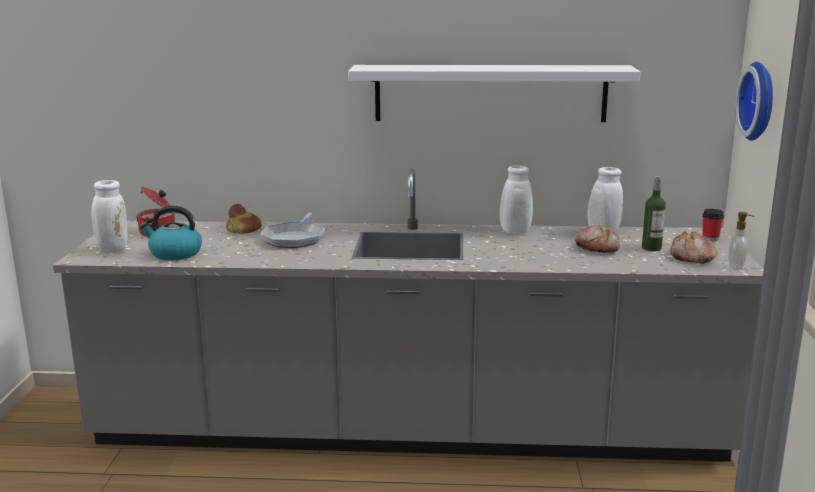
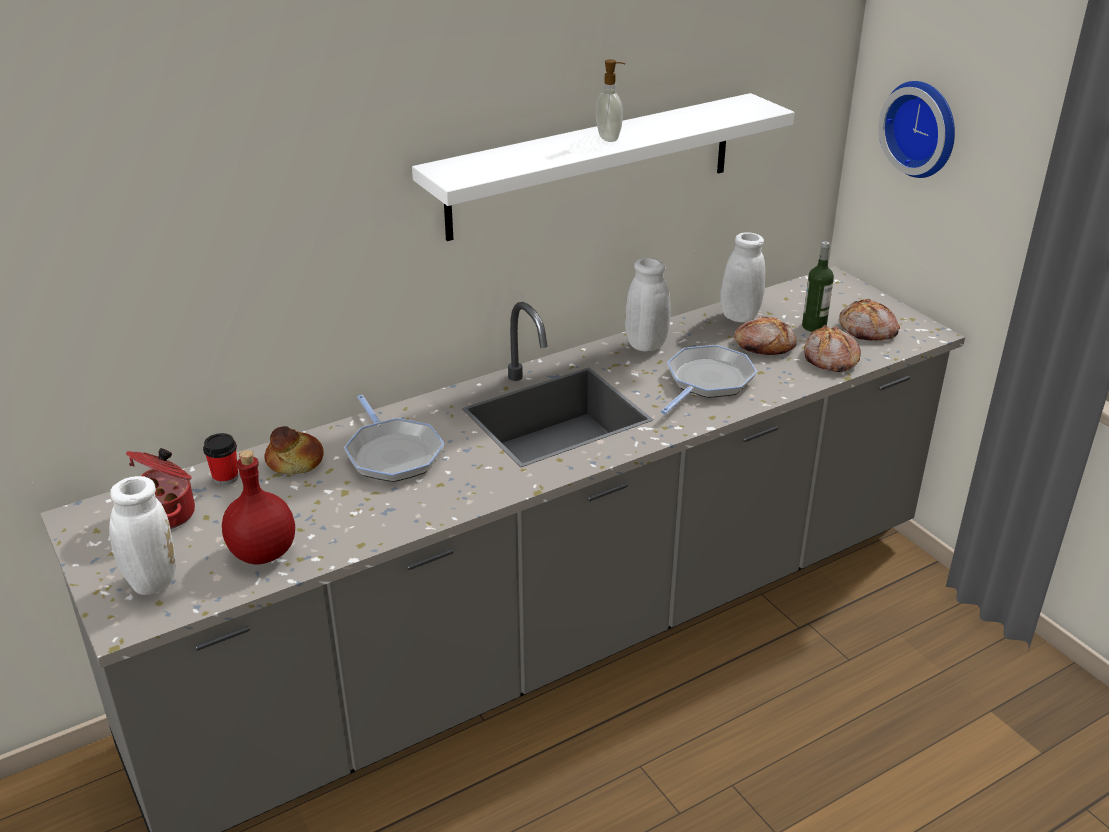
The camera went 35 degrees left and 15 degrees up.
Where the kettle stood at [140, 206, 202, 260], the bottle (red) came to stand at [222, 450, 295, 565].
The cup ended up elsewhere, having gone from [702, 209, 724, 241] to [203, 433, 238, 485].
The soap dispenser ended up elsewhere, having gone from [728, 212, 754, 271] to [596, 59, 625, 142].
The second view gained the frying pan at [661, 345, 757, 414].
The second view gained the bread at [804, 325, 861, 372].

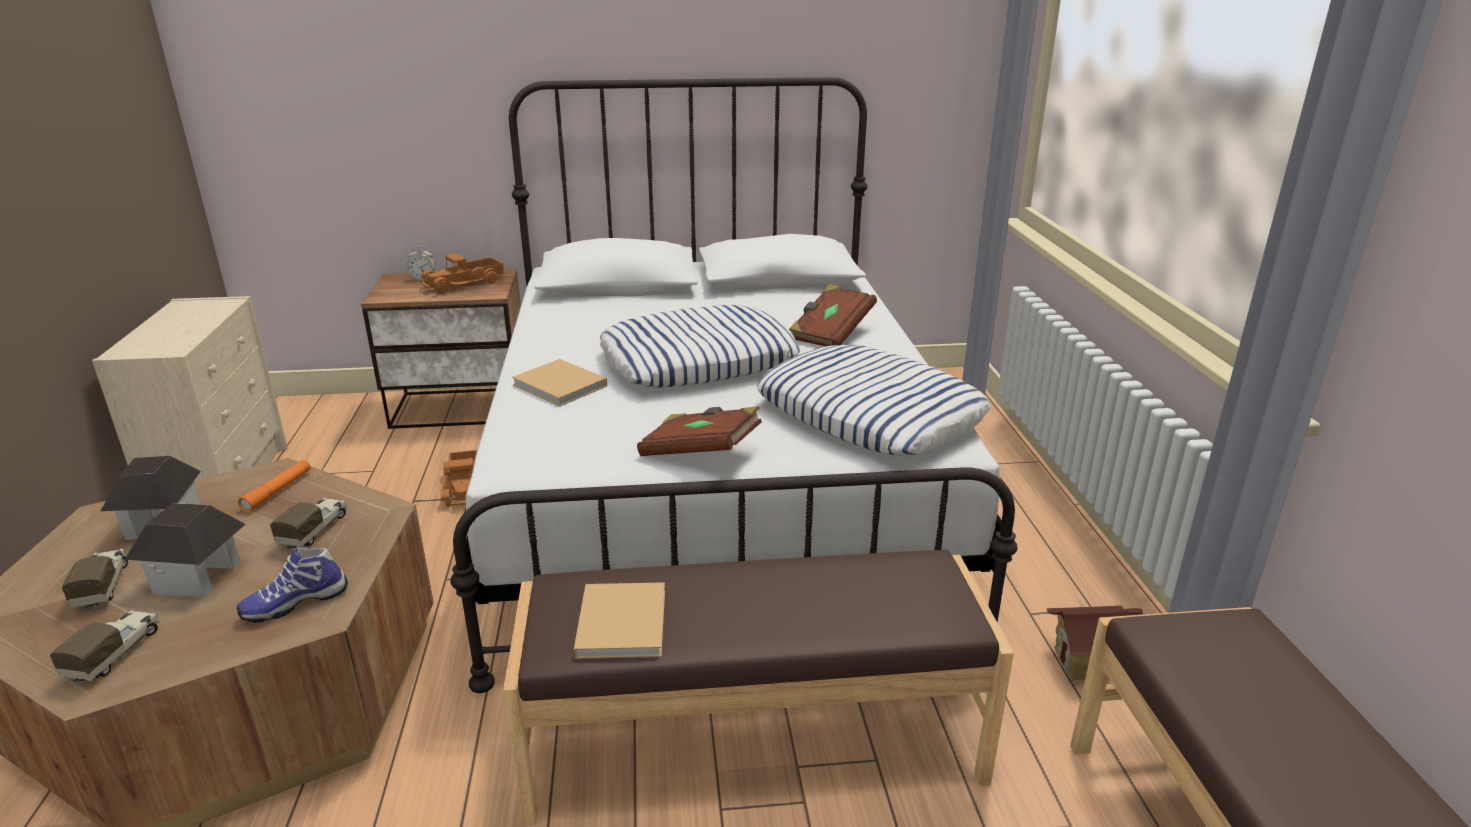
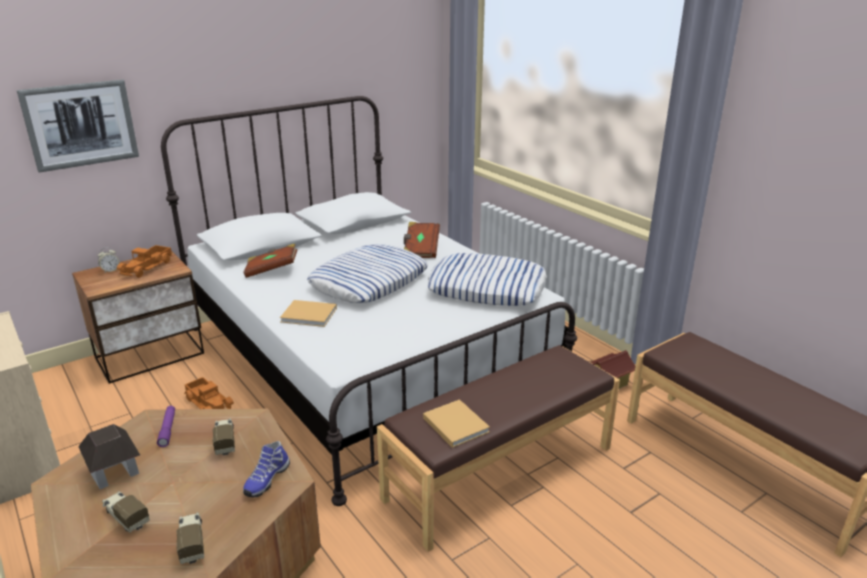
The camera went 30 degrees left and 0 degrees up.
The second view lost the toy house at [125, 503, 245, 597].
What was the flashlight (orange) at [238, 460, 311, 512] turned into the flashlight (purple) at [157, 406, 175, 447].
The book (brown) ended up elsewhere, having gone from [637, 406, 762, 456] to [244, 243, 297, 278].
The second view gained the picture at [17, 79, 139, 173].

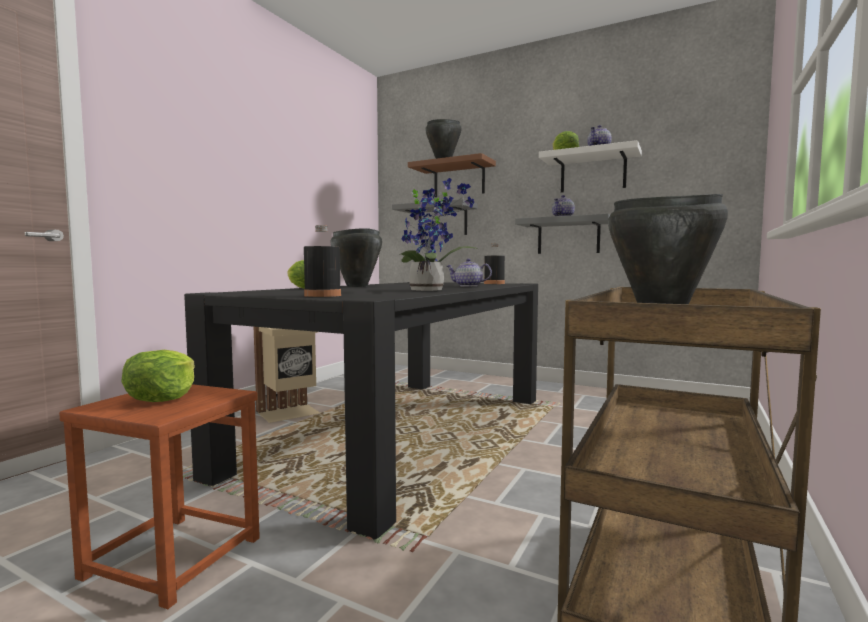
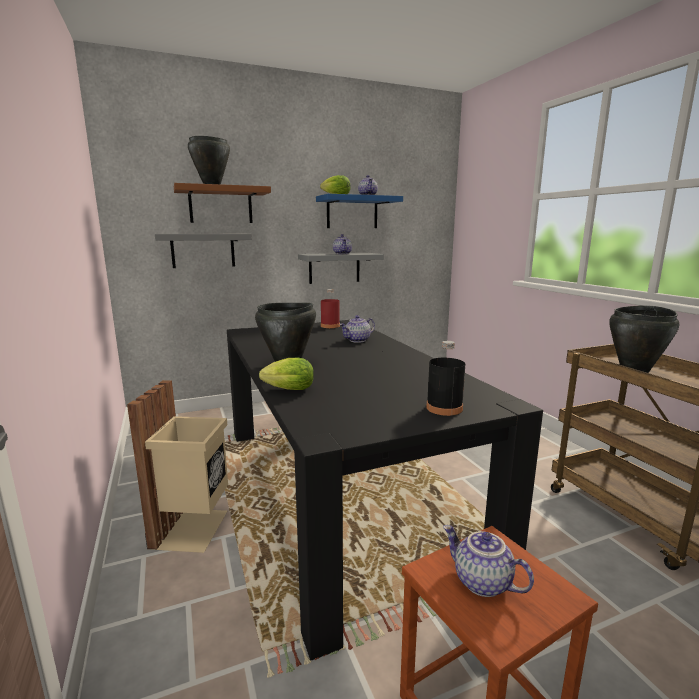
The camera went 50 degrees left and 10 degrees up.
Where the lettuce stood at [121, 350, 195, 402], the teapot came to stand at [443, 525, 534, 597].
The second view lost the potted plant at [399, 178, 477, 291].
What was the bottle (black) at [484, 243, 505, 284] turned into the bottle (red) at [321, 289, 340, 328].
What was the shelf (white) at [539, 140, 642, 193] turned into the shelf (blue) at [316, 194, 403, 228].

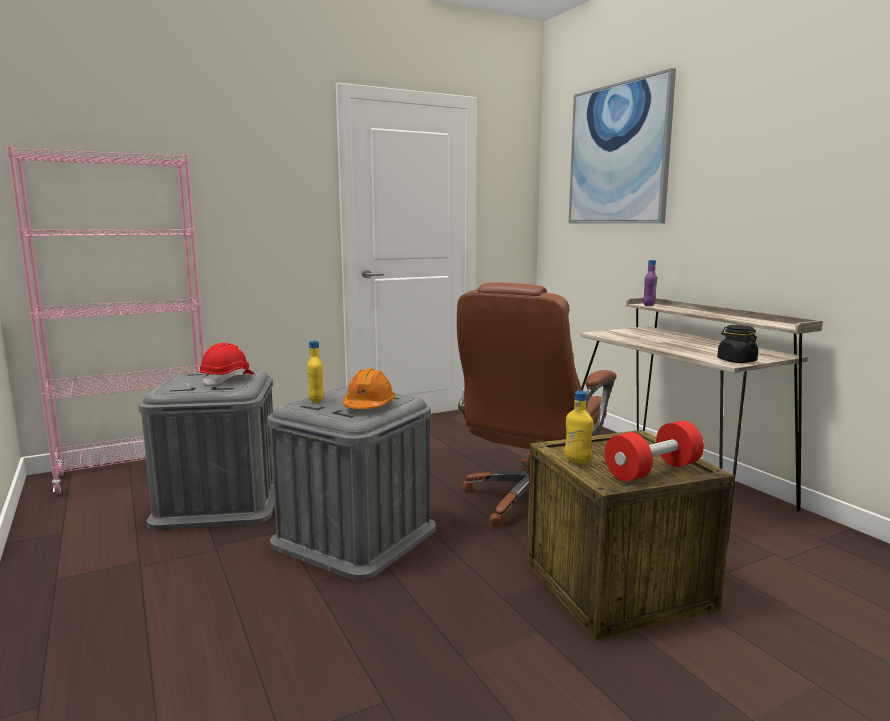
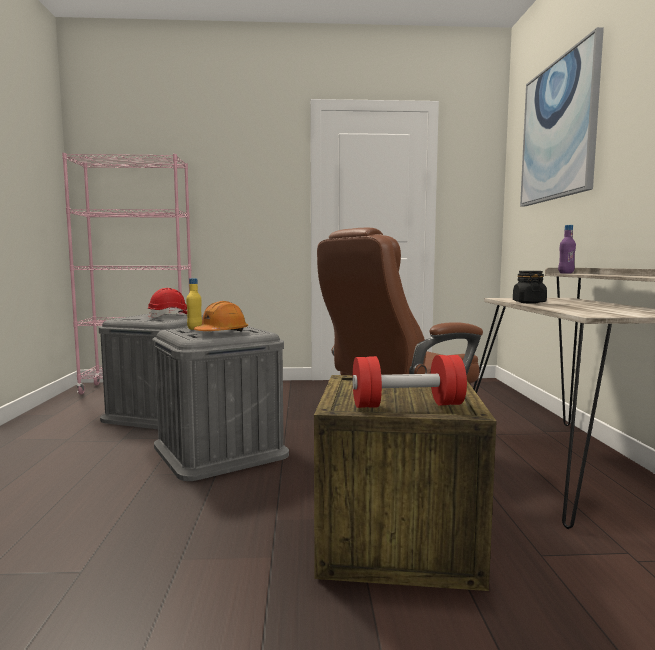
The camera went 25 degrees right and 5 degrees down.
The second view lost the bottle (yellow) at [564, 391, 594, 464].
The jar (black) ended up elsewhere, having gone from [717, 325, 758, 363] to [513, 271, 547, 304].

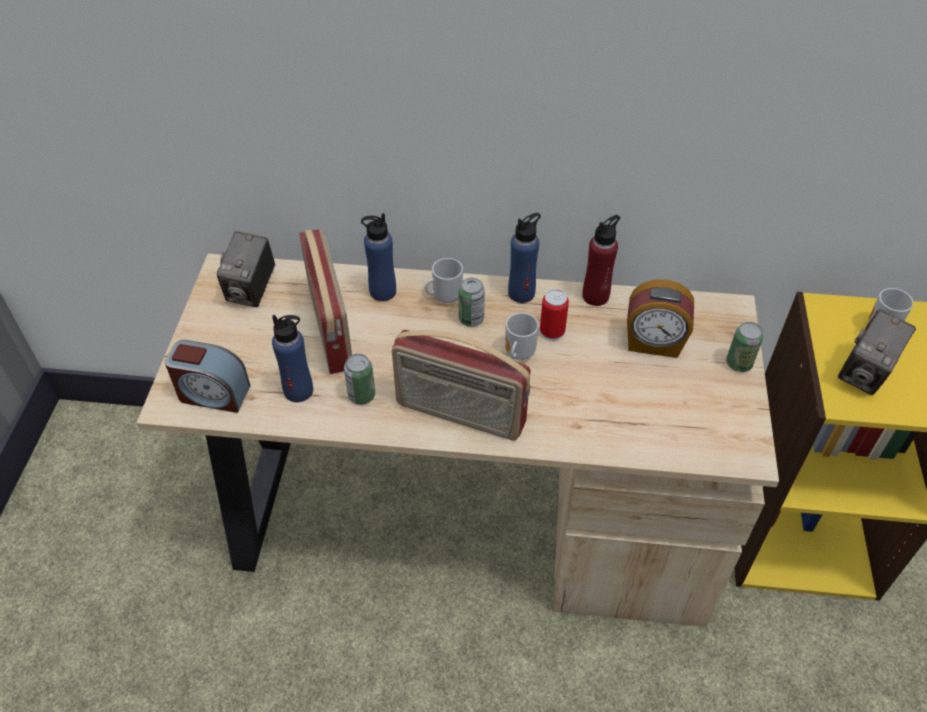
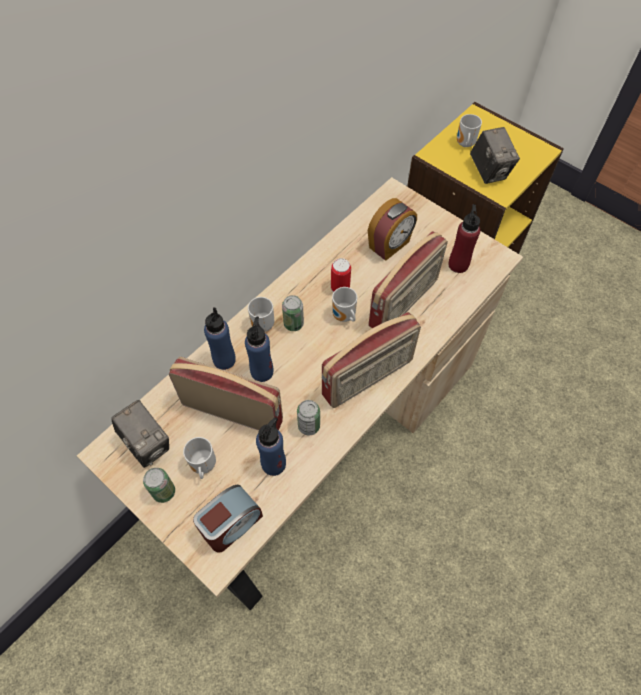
The camera went 55 degrees left and 10 degrees up.
The bottle (blue) ended up elsewhere, having gone from [508, 213, 541, 303] to [245, 317, 273, 382].
The bottle (red) ended up elsewhere, having gone from [582, 215, 620, 306] to [448, 204, 480, 273].
The can ended up elsewhere, having gone from [726, 322, 763, 372] to [143, 468, 175, 503].
The second view gained the mug at [183, 437, 216, 479].
The second view gained the radio at [368, 231, 448, 328].

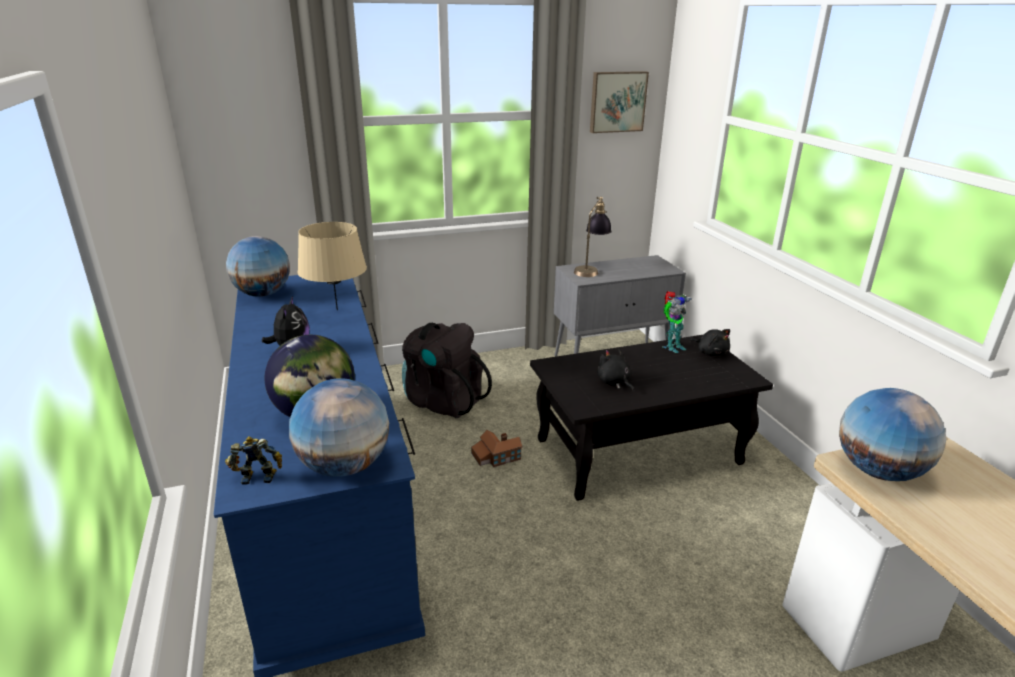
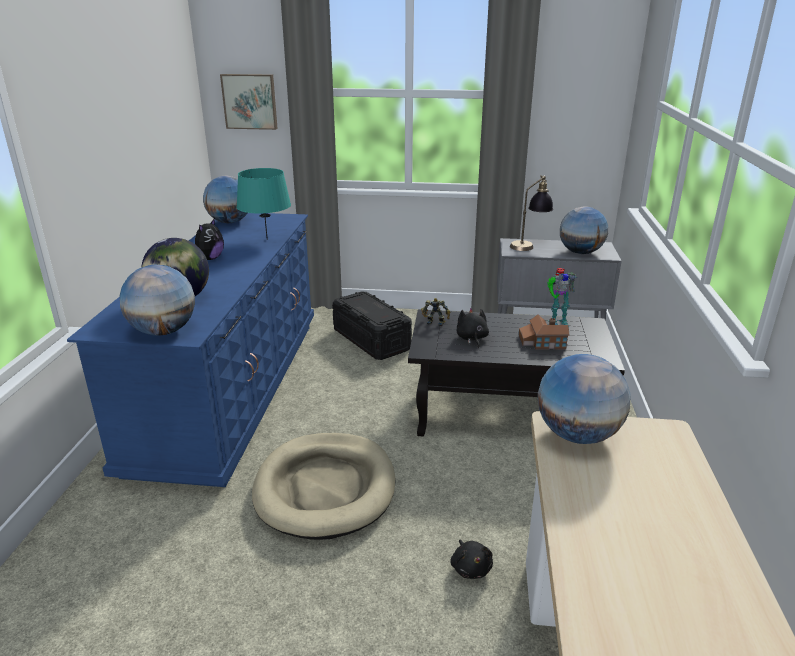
The camera went 25 degrees right and 0 degrees up.
The toy robot ended up elsewhere, having gone from [225, 436, 282, 485] to [421, 298, 451, 326].
What was the table lamp (beige) at [297, 222, 367, 310] turned into the table lamp (turquoise) at [236, 168, 291, 240].
Where the backpack (black) stood at [402, 323, 492, 418], the storage box (black) came to stand at [332, 292, 412, 360].
The toy house ended up elsewhere, having gone from [471, 430, 523, 467] to [518, 315, 569, 350].
The picture ended up elsewhere, having gone from [590, 71, 649, 133] to [220, 74, 278, 130].
The plush toy (black) ended up elsewhere, having gone from [690, 329, 730, 356] to [450, 539, 493, 579].
The second view gained the dog bed (beige) at [252, 433, 395, 540].
The second view gained the globe at [560, 206, 608, 254].

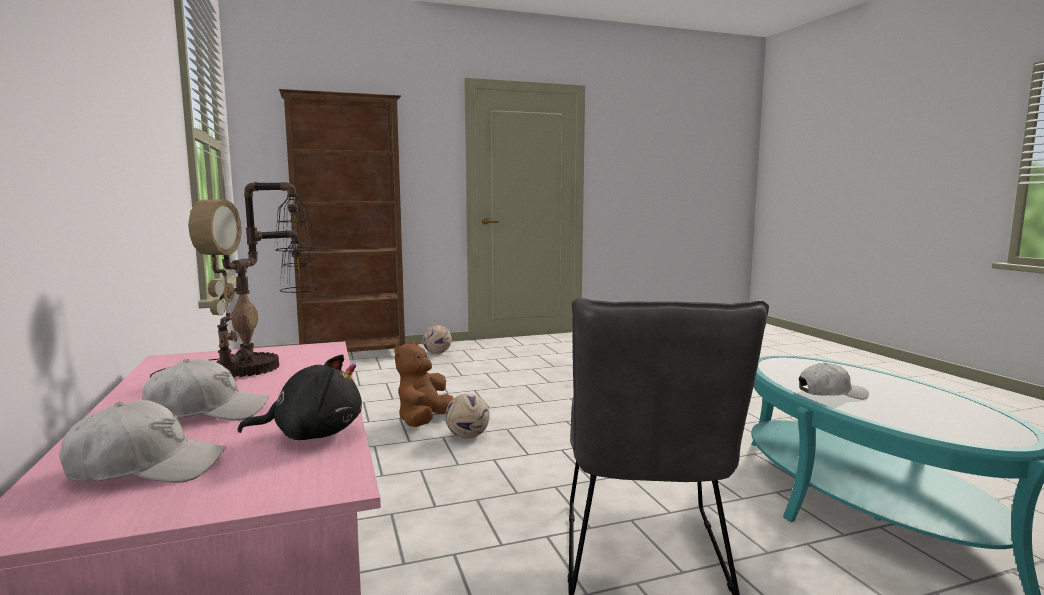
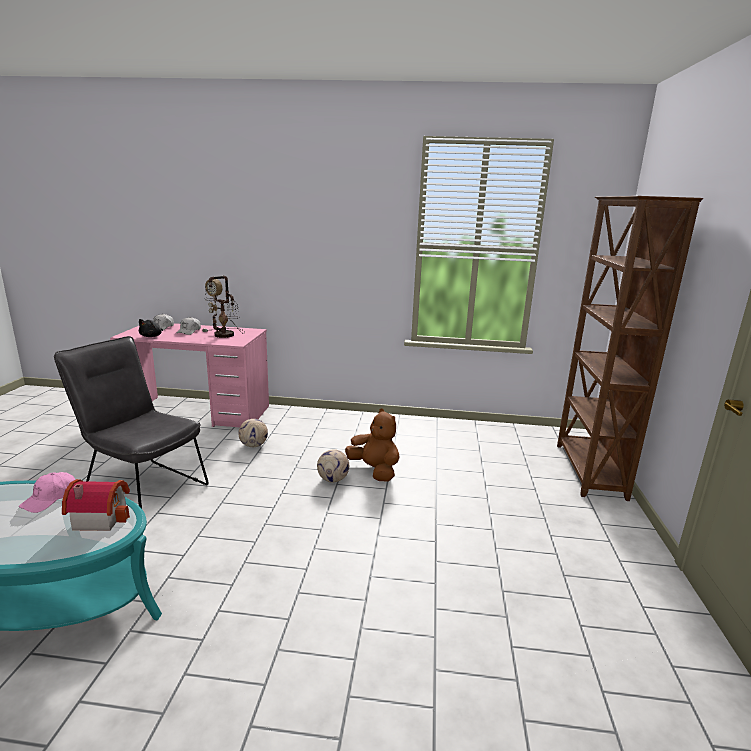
The camera went 115 degrees right and 10 degrees up.
The football ended up elsewhere, having gone from [423, 325, 452, 354] to [238, 419, 268, 447].
What was the cap (white) at [799, 363, 869, 400] turned into the cap (pink) at [19, 472, 75, 513].
The second view gained the toy house at [62, 479, 130, 531].

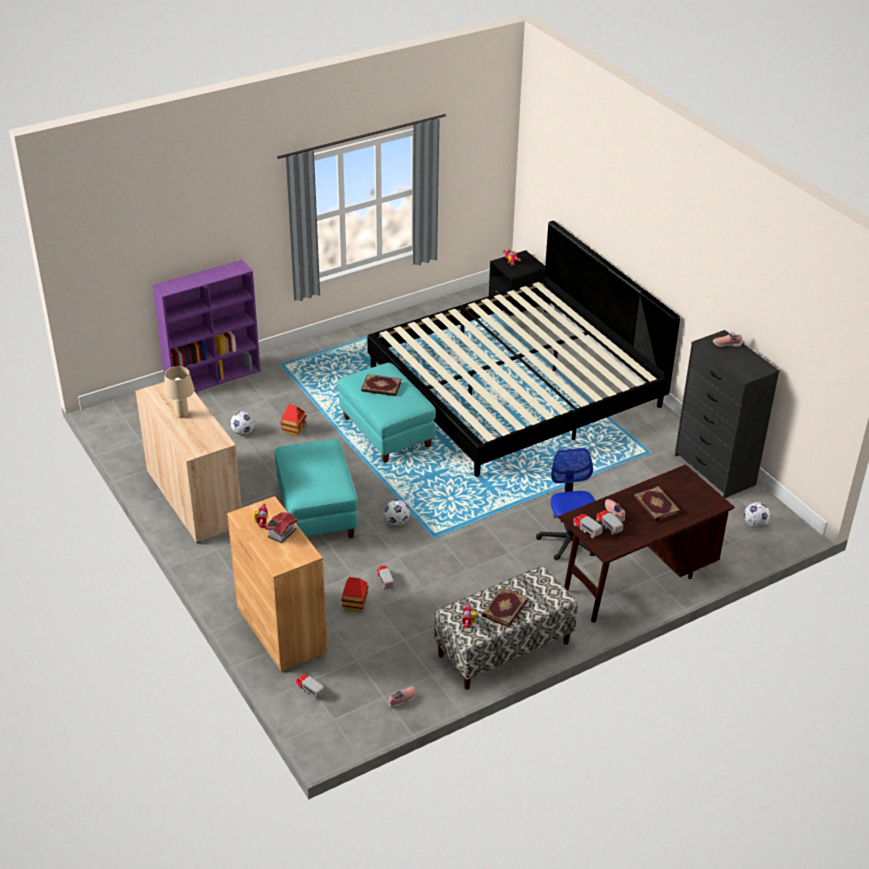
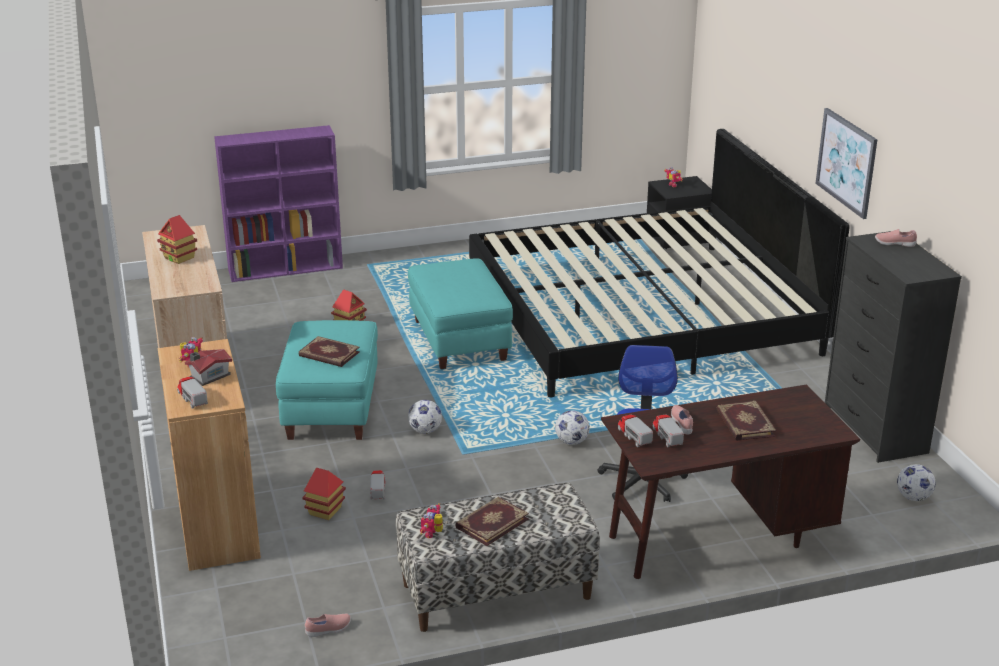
The camera went 15 degrees right and 10 degrees down.
Where the table lamp (beige) stood at [164, 366, 195, 418], the toy house came to stand at [157, 215, 197, 264].
The football ended up elsewhere, having gone from [231, 411, 255, 435] to [555, 410, 590, 445].
The toy truck ended up elsewhere, having gone from [296, 674, 325, 700] to [177, 377, 208, 409].
The book ended up elsewhere, having gone from [361, 374, 401, 396] to [299, 336, 360, 367].
The second view gained the picture at [815, 108, 877, 219].

